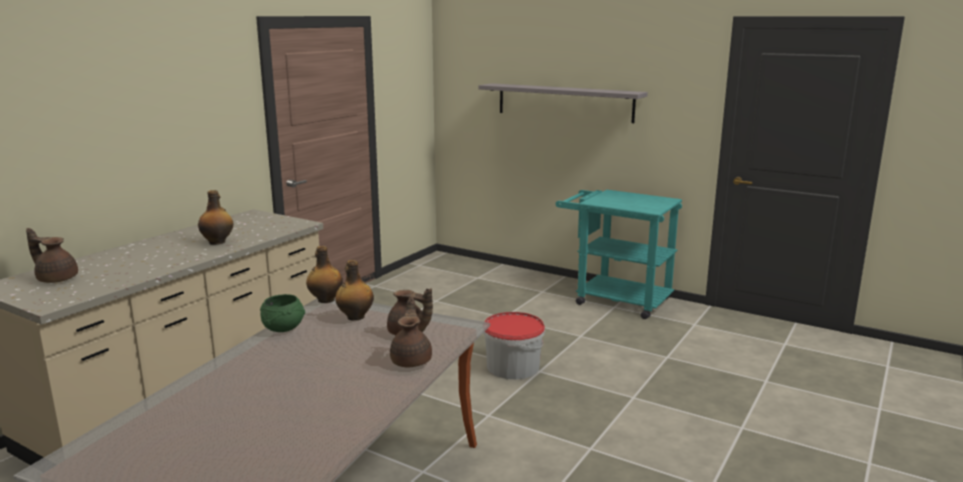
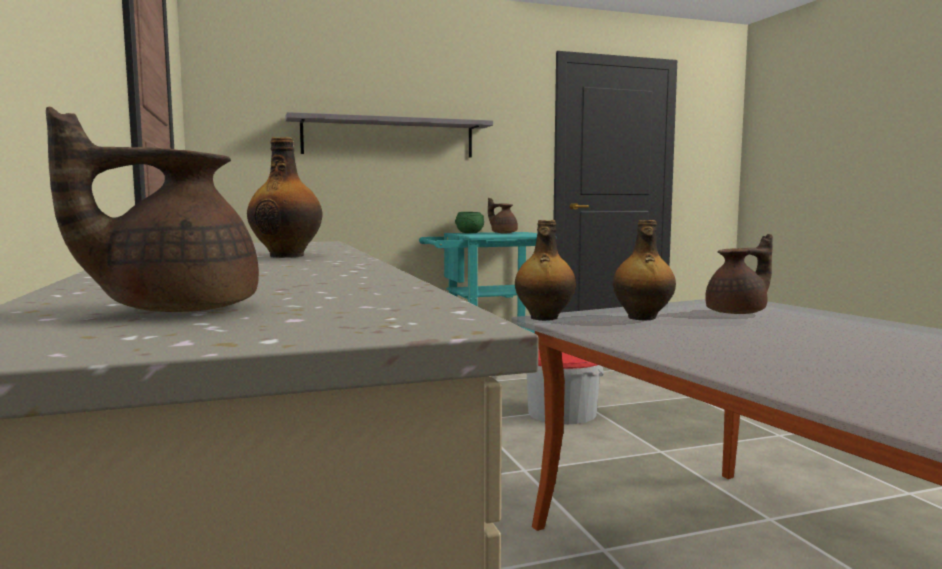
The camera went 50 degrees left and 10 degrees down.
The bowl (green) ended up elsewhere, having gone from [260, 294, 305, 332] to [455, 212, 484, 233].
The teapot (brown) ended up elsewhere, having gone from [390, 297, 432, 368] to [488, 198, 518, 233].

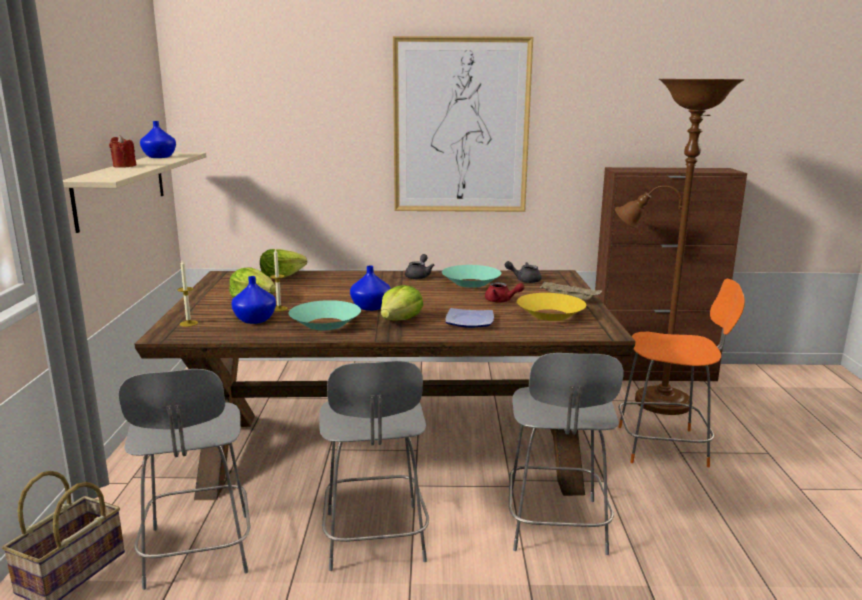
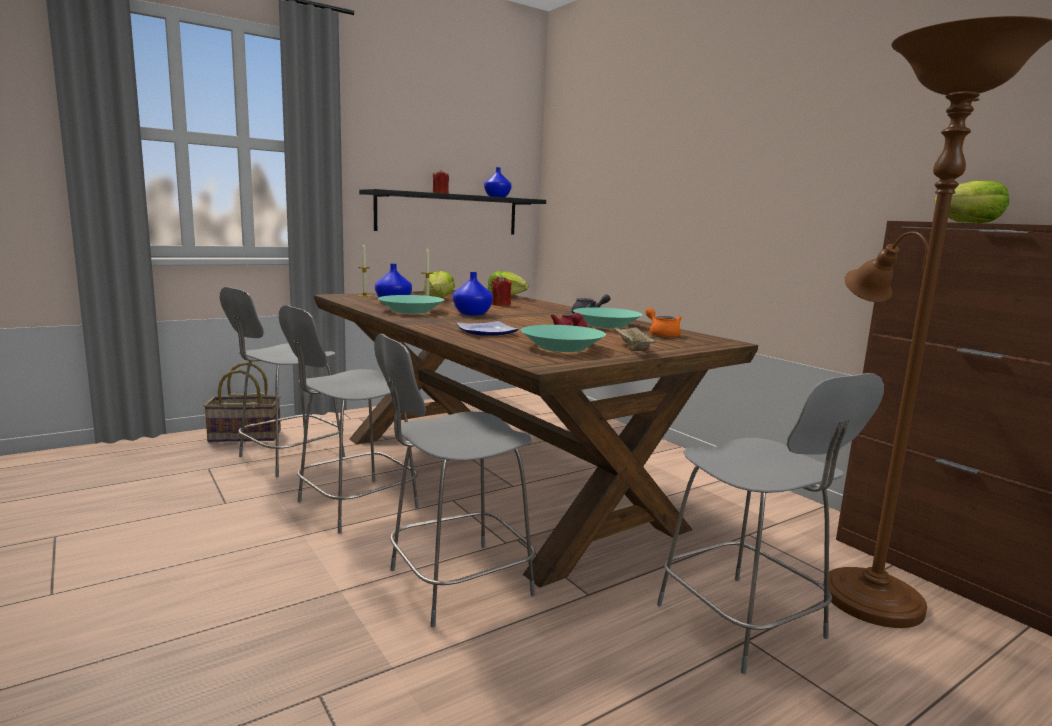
The camera went 55 degrees right and 5 degrees down.
What was the shelf (beige) at [63, 152, 206, 233] turned into the shelf (black) at [359, 189, 546, 234].
The lettuce ended up elsewhere, having gone from [381, 285, 423, 321] to [934, 181, 1009, 223].
The second view lost the picture at [393, 36, 533, 212].
What was the teapot (grey) at [505, 261, 542, 283] turned into the teapot (orange) at [646, 308, 682, 338].
What was the bowl (yellow) at [517, 293, 586, 321] turned into the bowl (turquoise) at [521, 325, 606, 352].
What was the stool (orange) at [619, 279, 745, 467] turned into the stool (grey) at [657, 373, 884, 674].
The second view gained the candle (red) at [491, 276, 511, 306].

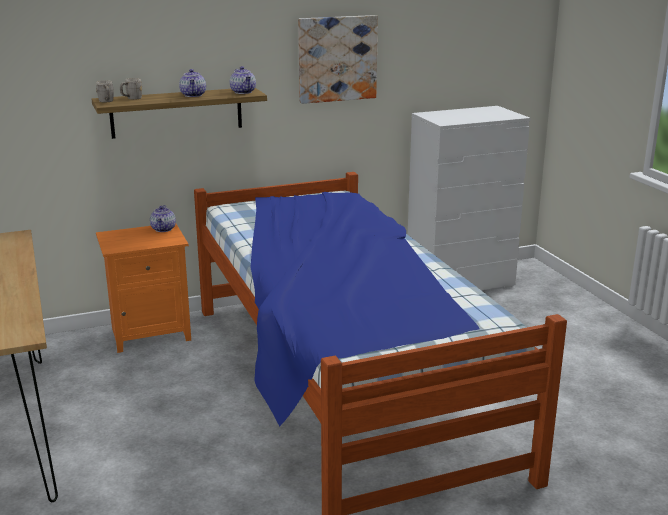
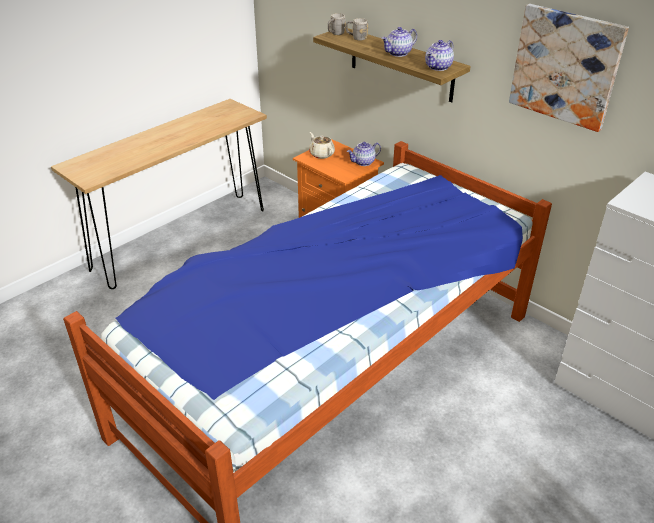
The camera went 65 degrees right and 15 degrees up.
The second view gained the teapot (beige) at [309, 132, 335, 159].

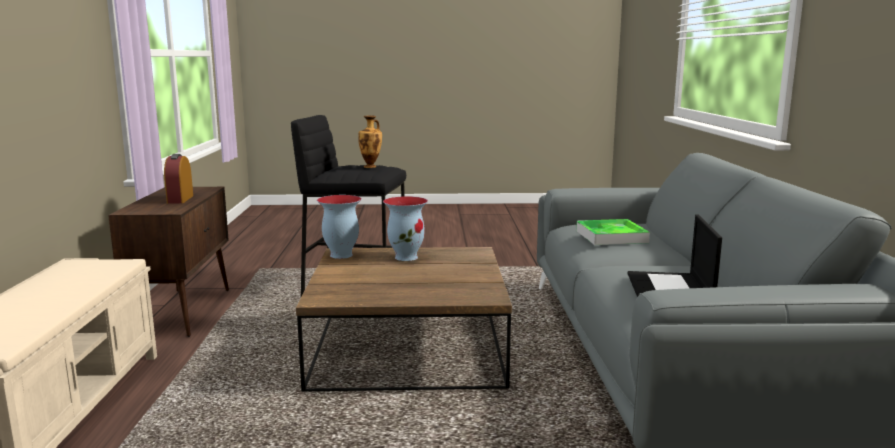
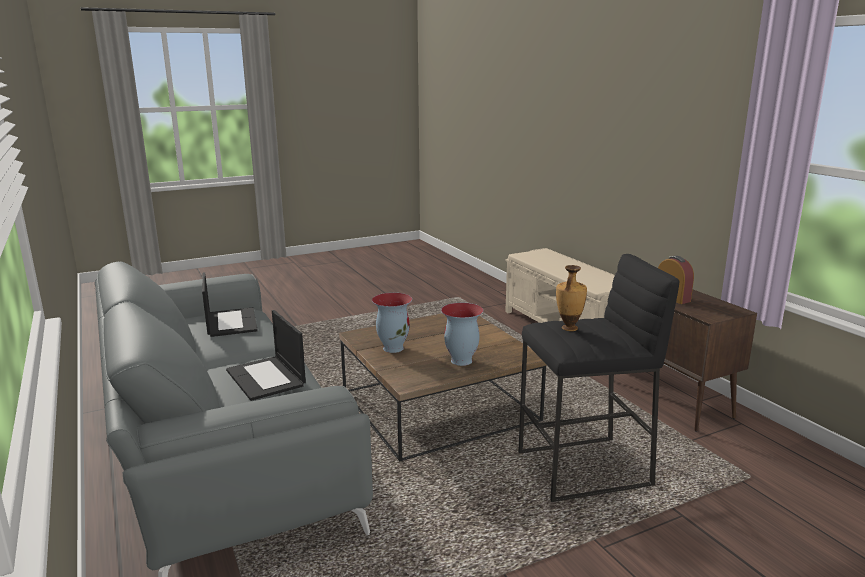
The camera went 155 degrees right and 5 degrees up.
The vase ended up elsewhere, having gone from [317, 195, 362, 259] to [372, 293, 412, 353].
Where the tray stood at [576, 219, 650, 245], the laptop came to stand at [226, 310, 306, 401].

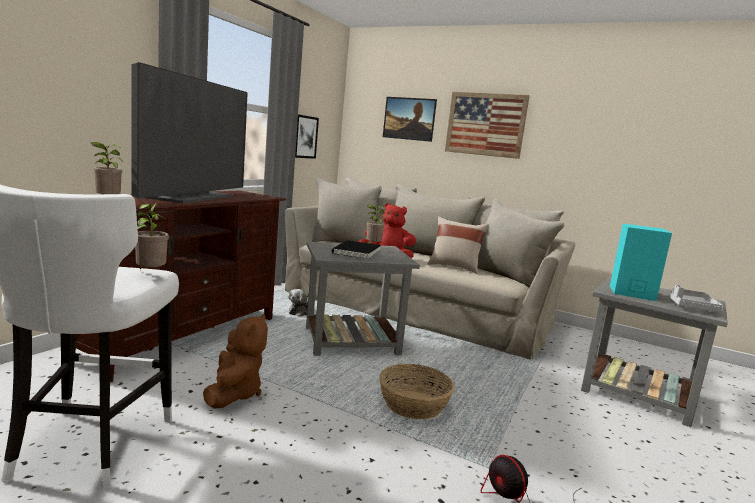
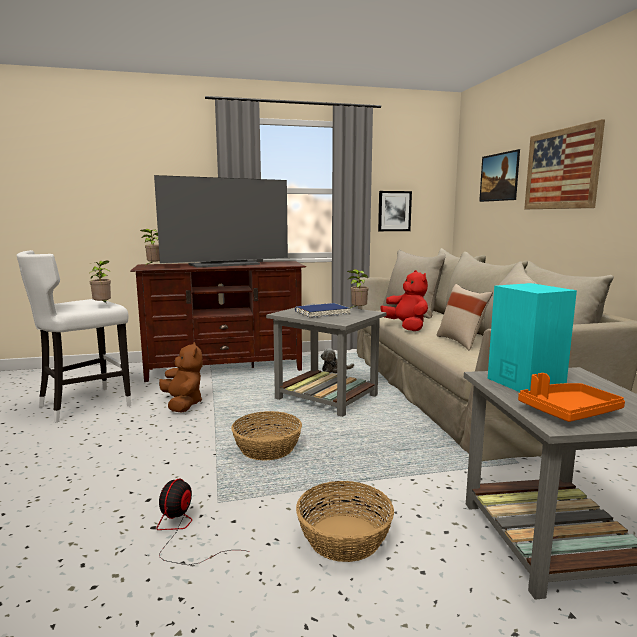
The camera went 50 degrees right and 0 degrees up.
The plush toy (brown) at [203, 314, 268, 409] ended up facing another way, 75 degrees counterclockwise from before.
What was the book (black) at [332, 240, 381, 260] turned into the book (blue) at [295, 303, 351, 318].
What was the tray (grey) at [670, 285, 723, 312] turned into the tray (orange) at [518, 373, 625, 422].
The second view gained the basket at [296, 481, 394, 562].

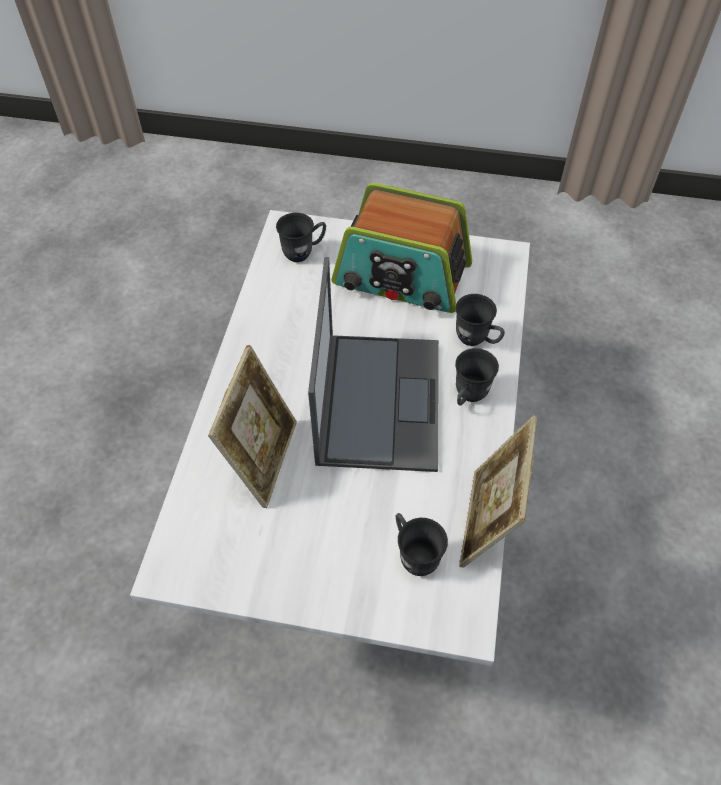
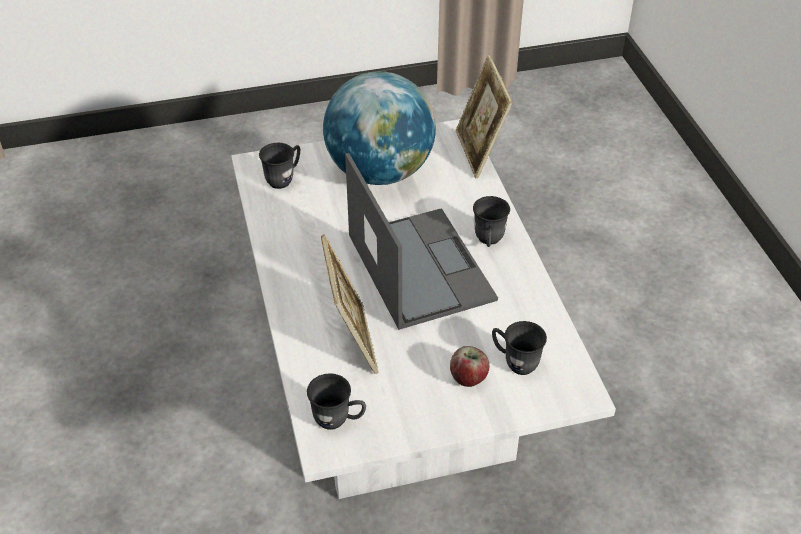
The camera went 25 degrees left and 10 degrees down.
Where the radio stood at [331, 183, 472, 313], the globe came to stand at [323, 71, 436, 185].
The mug (grey) ended up elsewhere, having gone from [456, 294, 505, 346] to [307, 373, 366, 430].
The picture frame ended up elsewhere, having gone from [459, 415, 537, 568] to [455, 55, 513, 178].
The second view gained the apple at [450, 346, 489, 387].

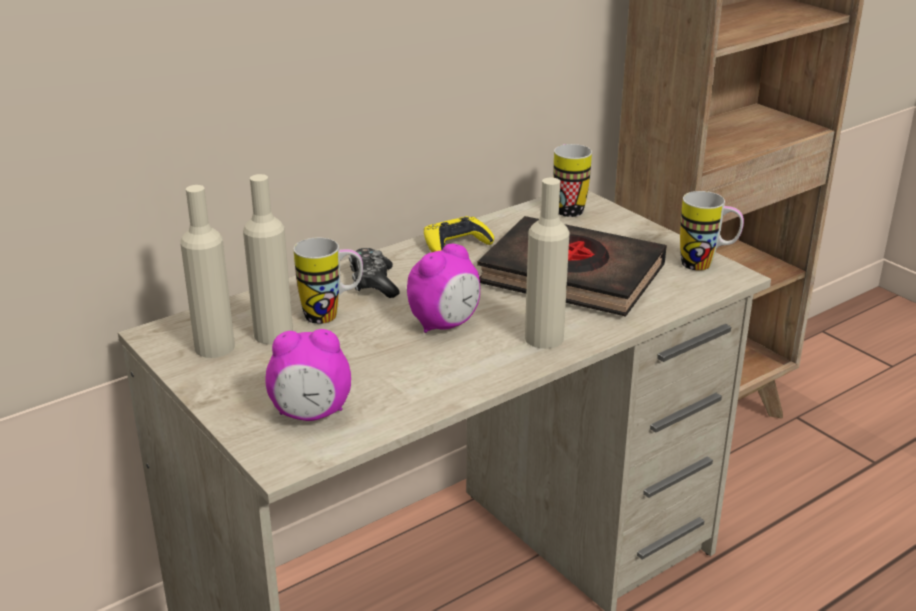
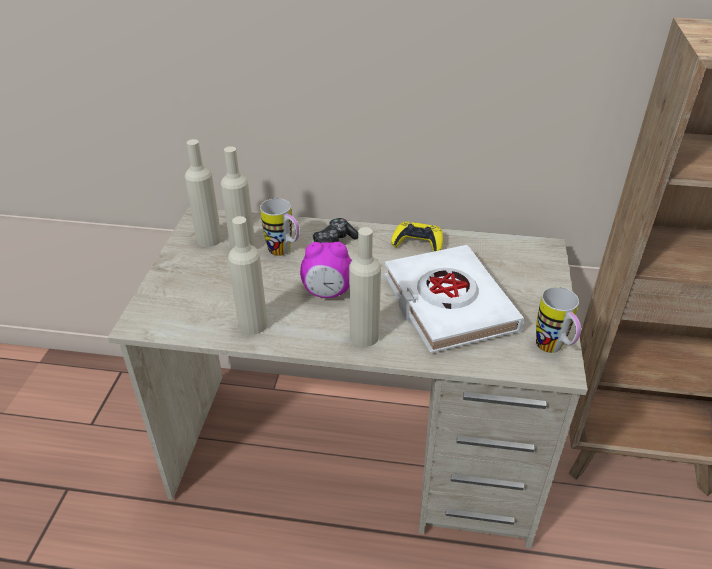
The camera went 45 degrees right and 10 degrees up.
The second view lost the alarm clock at [265, 329, 351, 421].
What was the book (black) at [477, 216, 667, 317] turned into the book (white) at [384, 245, 524, 353].
The second view lost the mug at [553, 144, 592, 217].
The second view gained the bottle (beige) at [228, 216, 268, 335].

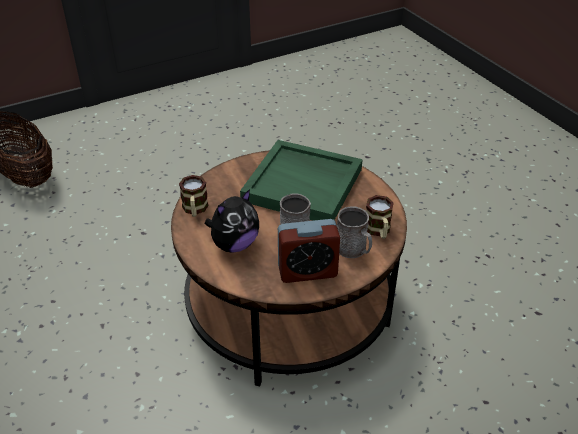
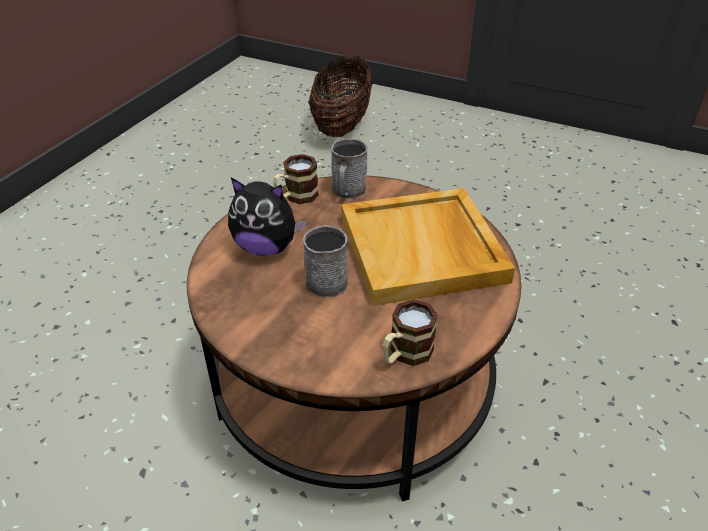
The camera went 55 degrees right and 0 degrees up.
What was the tray (green) at [240, 140, 363, 221] turned into the tray (beige) at [341, 188, 515, 306].
The second view lost the alarm clock at [278, 219, 340, 283].
The mug (grey) ended up elsewhere, having gone from [337, 207, 372, 258] to [331, 138, 368, 199].

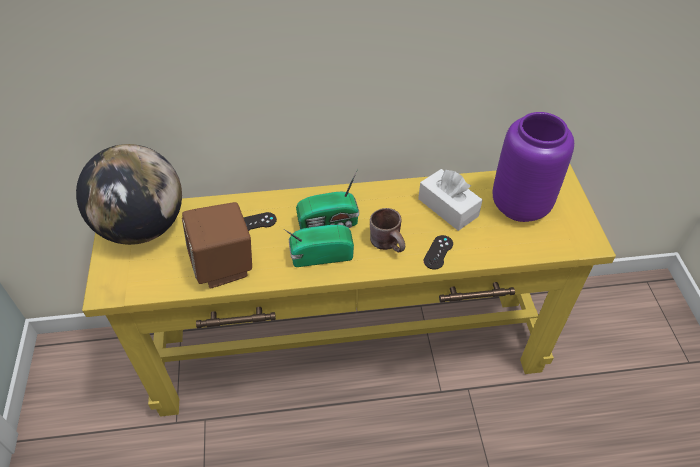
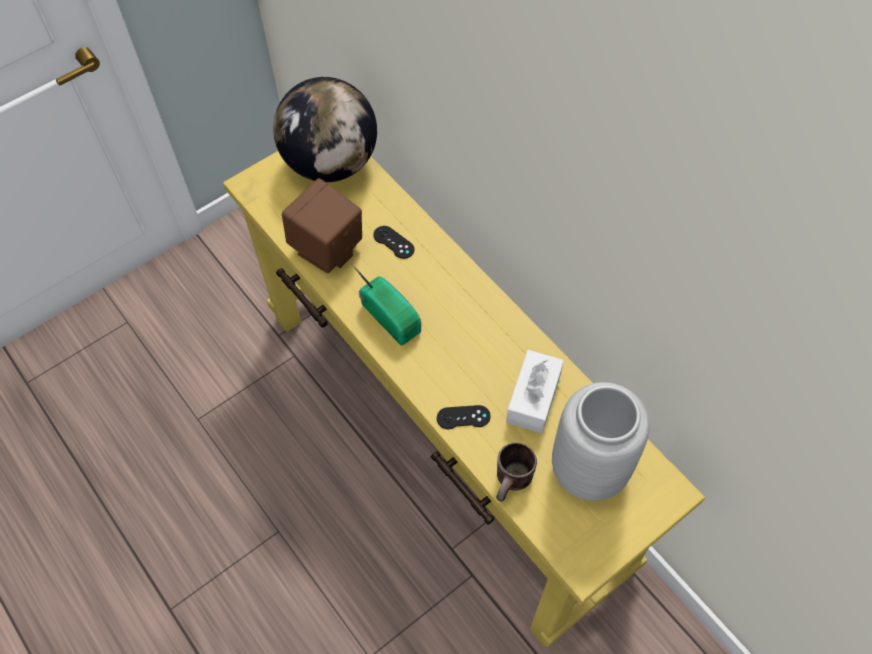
The camera went 60 degrees right and 10 degrees up.
The second view lost the radio at [296, 168, 359, 229].
The mug (brown) ended up elsewhere, having gone from [370, 208, 405, 252] to [496, 442, 537, 502].
What was the vase (purple) at [493, 112, 574, 222] turned into the vase (grey) at [552, 382, 650, 501].

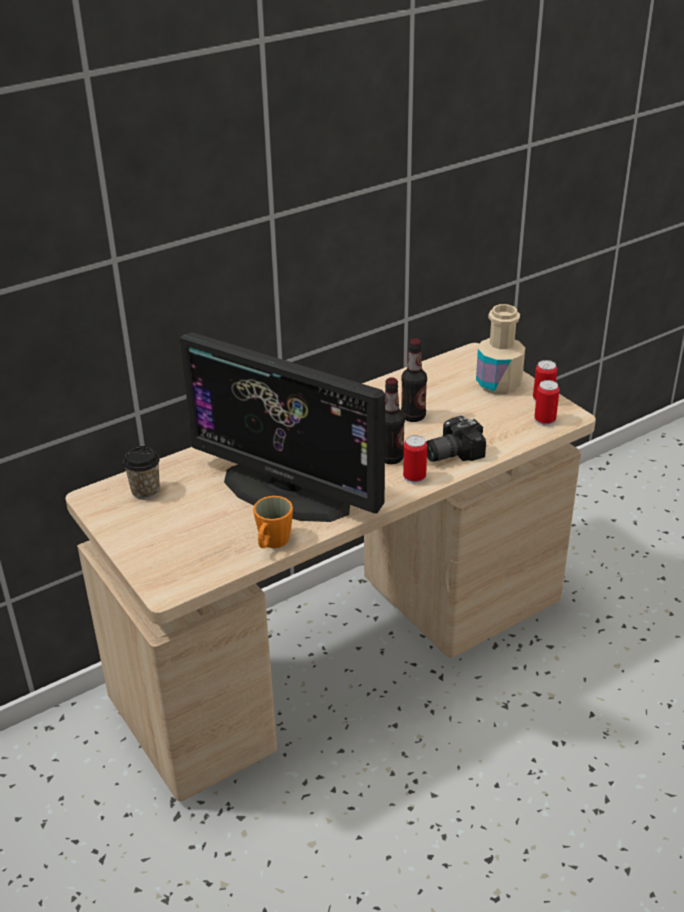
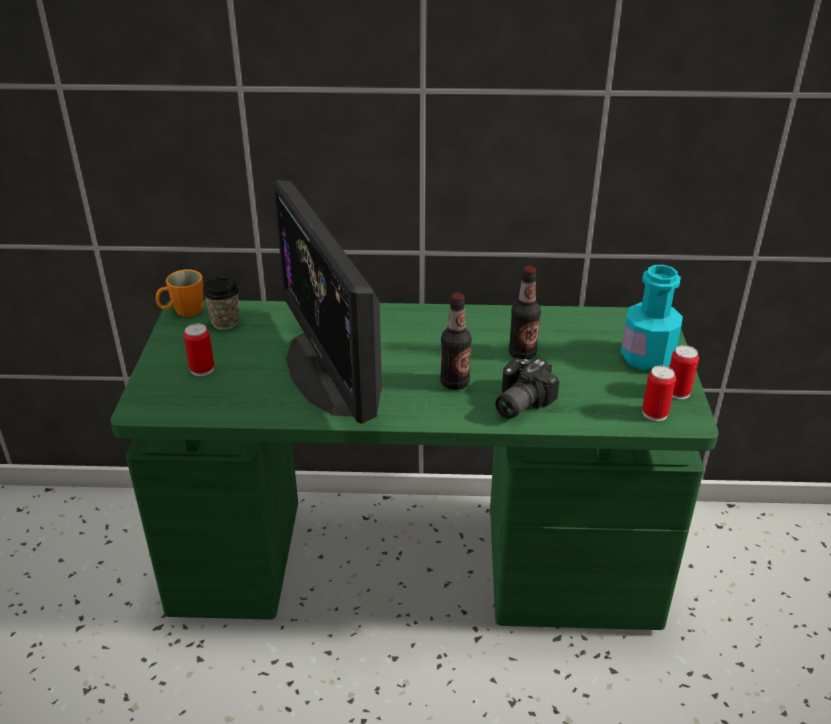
The camera went 35 degrees right and 0 degrees up.
What was the desk (beige) at [65, 343, 596, 801] turned into the desk (green) at [111, 300, 718, 630].
The mug (orange) ended up elsewhere, having gone from [253, 496, 293, 548] to [156, 270, 203, 317].
The can ended up elsewhere, having gone from [403, 435, 427, 484] to [184, 323, 214, 376].
The photo camera at [427, 416, 486, 462] ended up facing another way, 60 degrees counterclockwise from before.
What was the bottle (beige) at [476, 304, 525, 395] turned into the bottle (turquoise) at [621, 265, 683, 371].

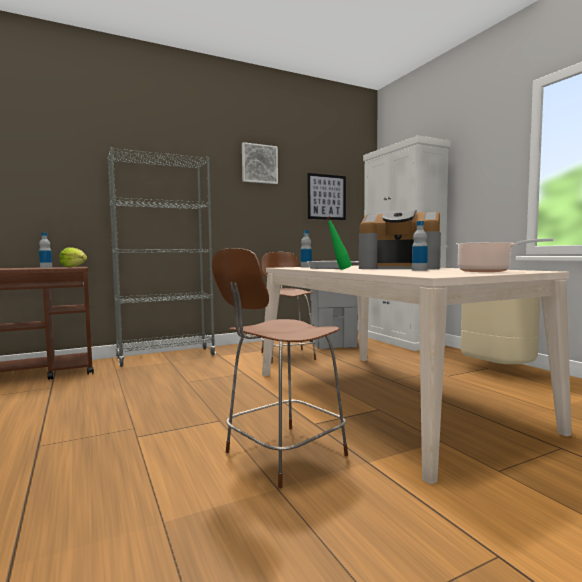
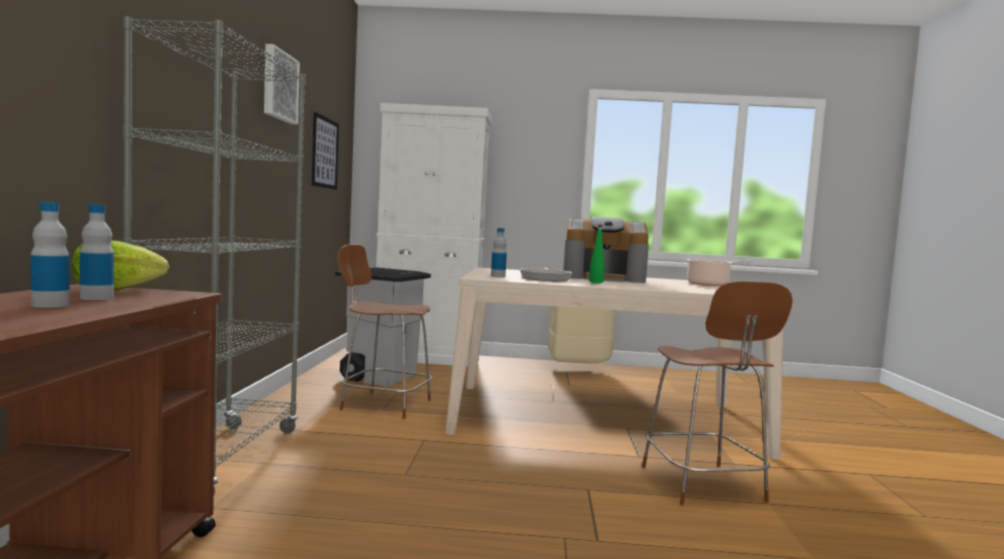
The camera went 60 degrees left and 0 degrees up.
The coffee machine at [359, 210, 441, 269] ended up facing another way, 45 degrees clockwise from before.
The bottle ended up elsewhere, having gone from [412, 221, 428, 271] to [31, 202, 70, 308].

